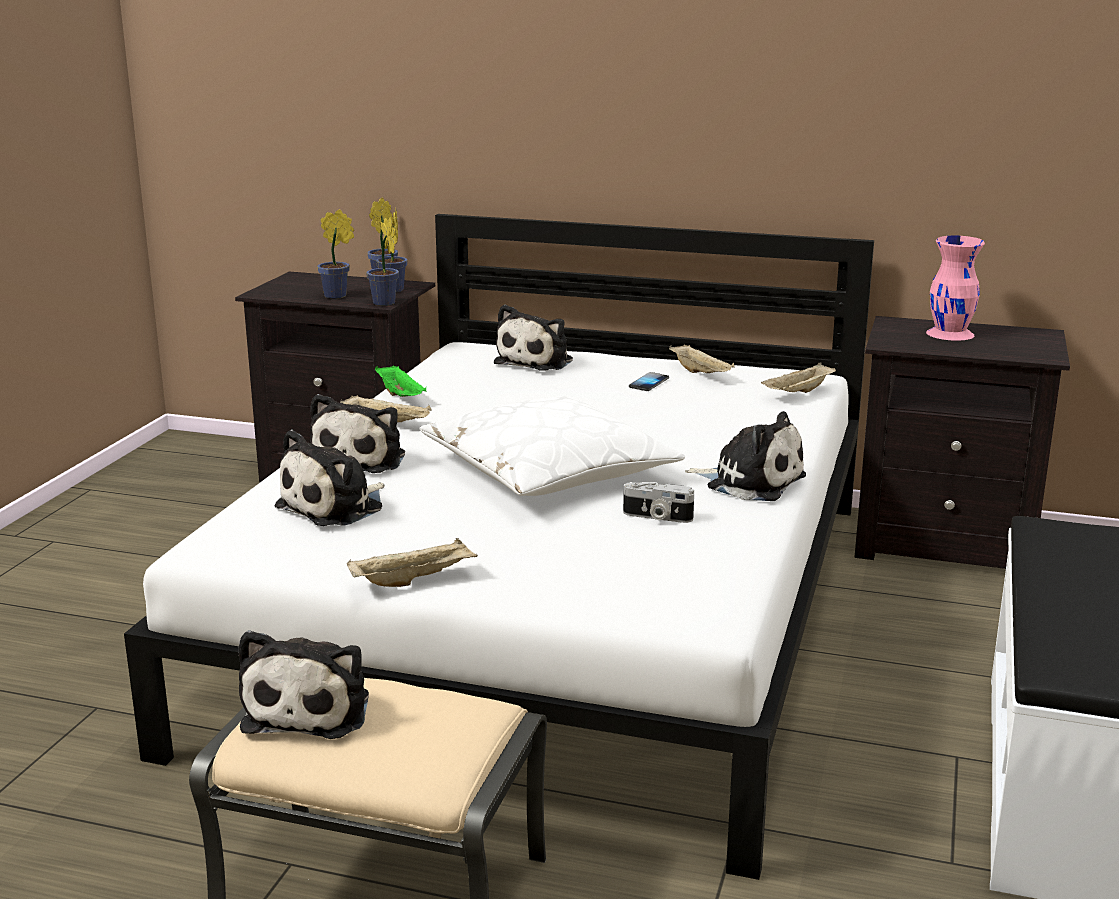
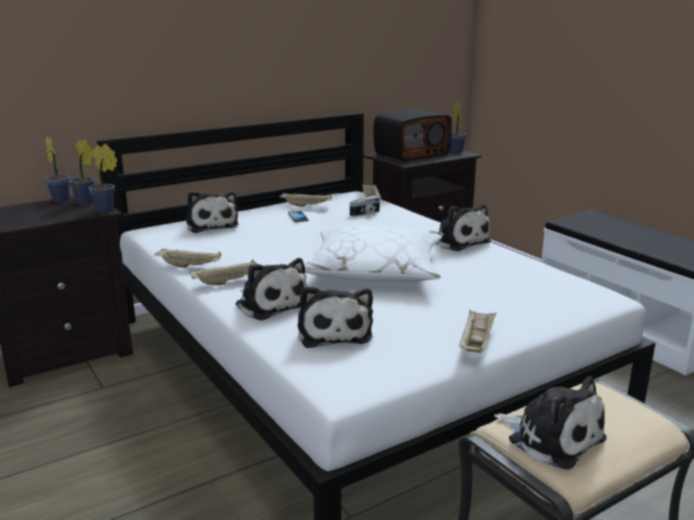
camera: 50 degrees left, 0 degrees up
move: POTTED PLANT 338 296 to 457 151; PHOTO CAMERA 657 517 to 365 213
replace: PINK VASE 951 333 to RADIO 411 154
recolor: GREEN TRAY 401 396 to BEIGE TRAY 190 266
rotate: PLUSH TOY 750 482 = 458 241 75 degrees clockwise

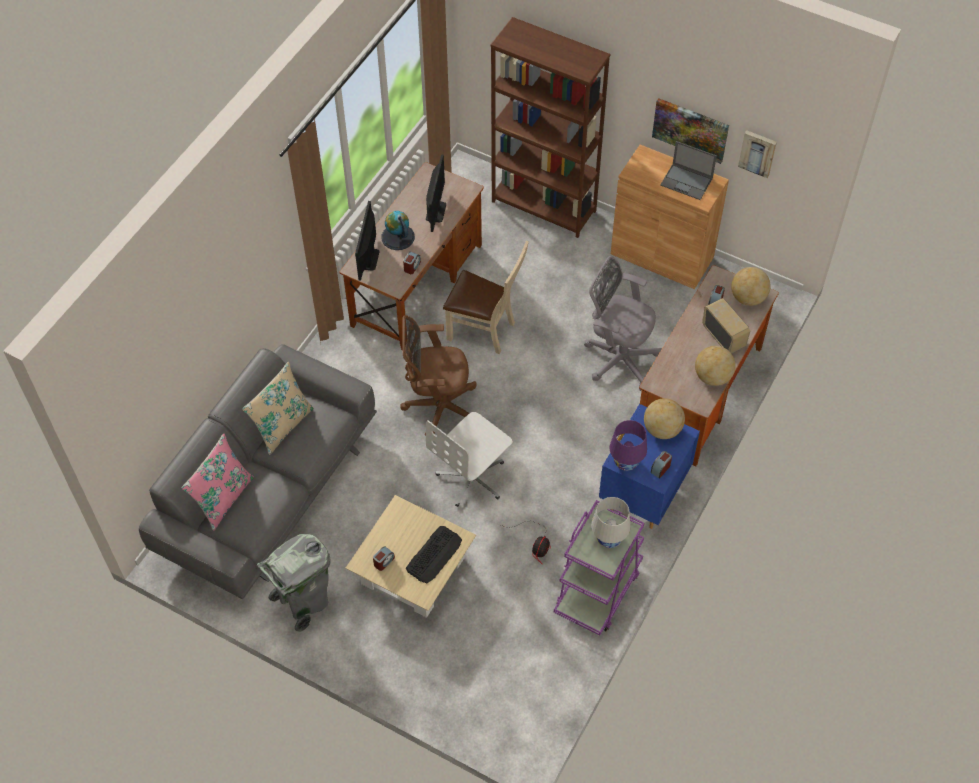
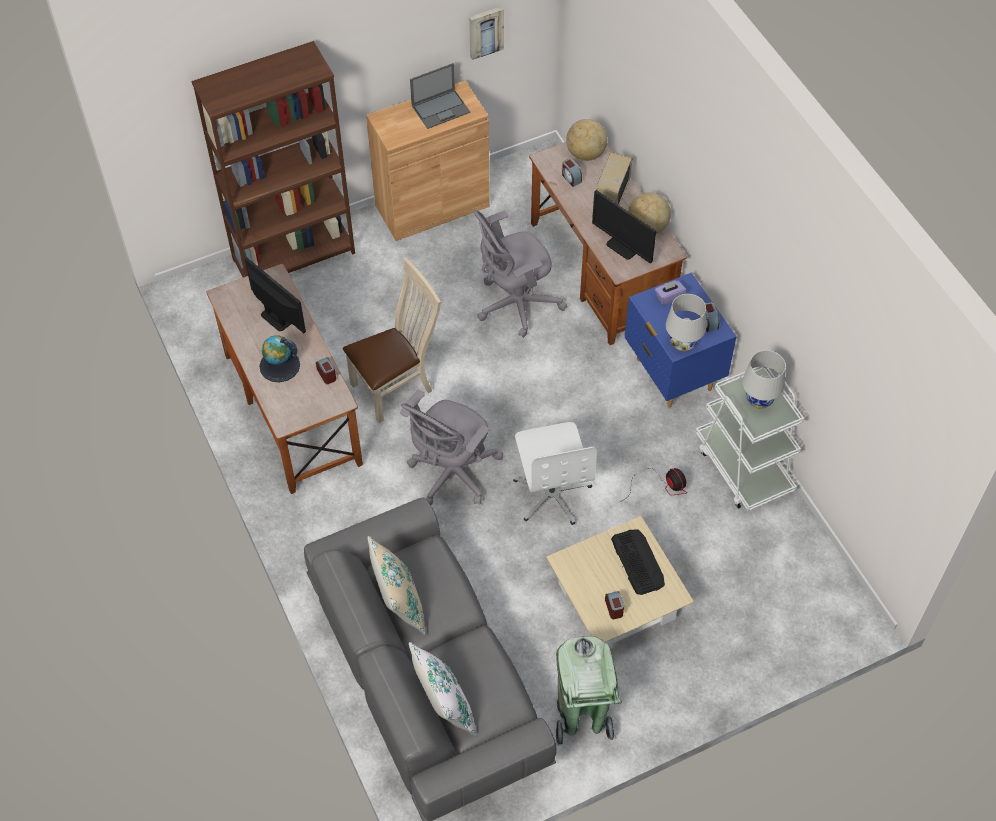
camera: 55 degrees left, 0 degrees up
delete: PICTURE 690 129
move: MONITOR 369 259 to 623 246
replace: GLOBE 662 429 to PURPLE TISSUE BOX 669 297
recolor: BROWN OFFICE CHAIR 438 407 to GREY OFFICE CHAIR 451 475; PURPLE TABLE LAMP 626 462 to WHITE TABLE LAMP 682 343; PINK PILLOW 223 498 to WHITE PILLOW 444 705; PURPLE CART 597 590 to WHITE CART 743 467; GREY TRASH CAN 304 602 to GREEN TRASH CAN 581 716
rotate: RADIO 724 336 = 611 194 75 degrees counterclockwise

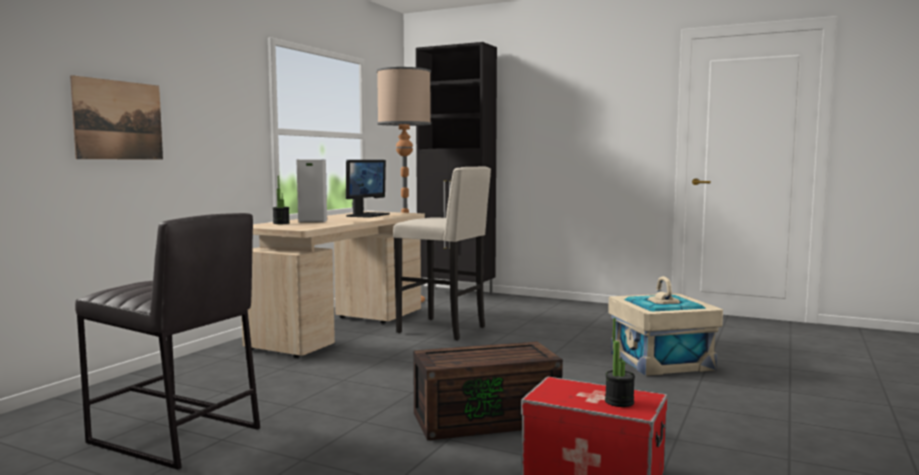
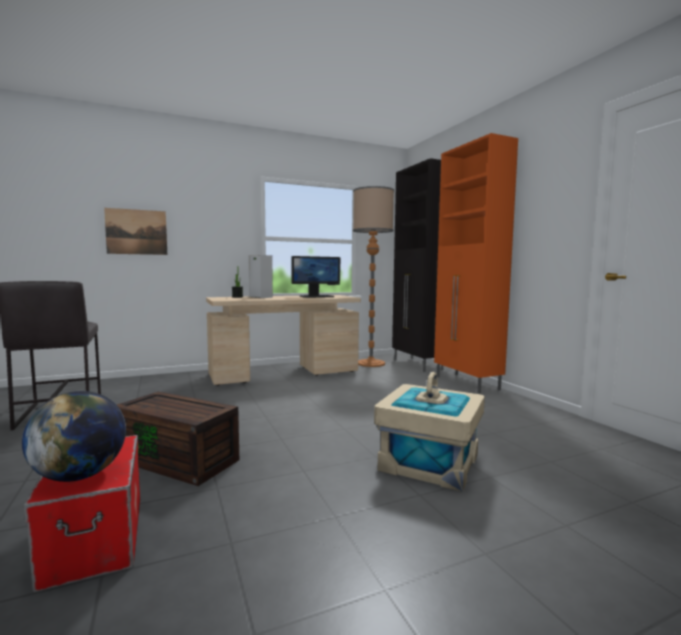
camera: 40 degrees right, 0 degrees up
delete: BEIGE STOOL 444 330
insert: ORANGE CABINET 467 383
replace: POTTED PLANT 619 402 to GLOBE 80 475

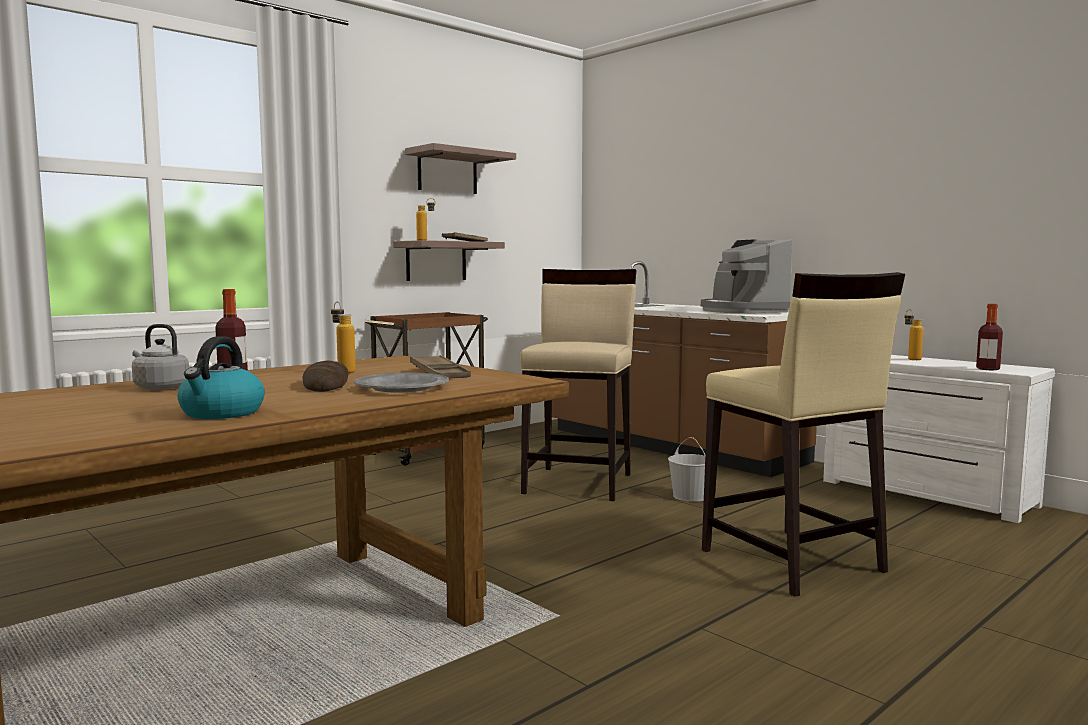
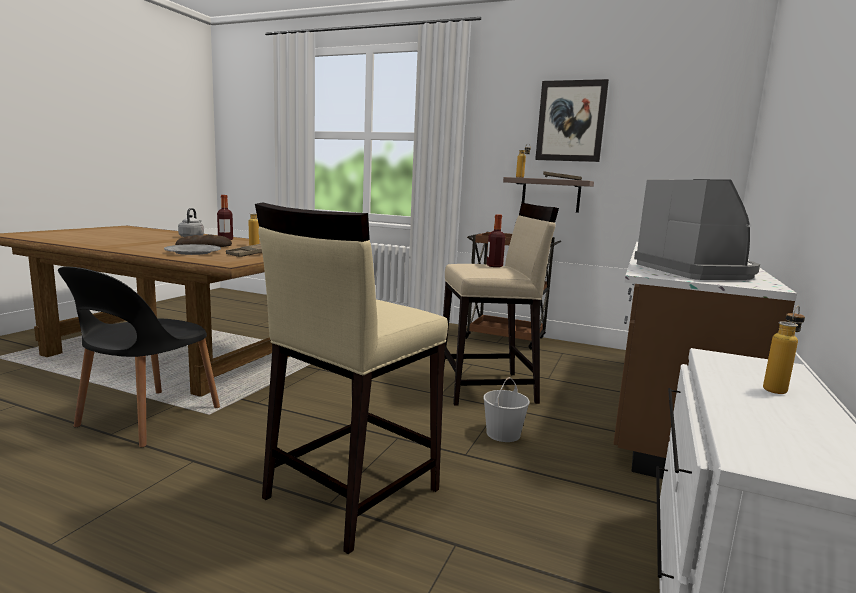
camera: 65 degrees right, 5 degrees up
delete: KETTLE 222 413
insert: BLACK CHAIR 147 418
move: BOTTLE 987 369 to 494 266
replace: SHELF 447 172 to PICTURE 571 121
rotate: COFFEE MACHINE 741 311 = 696 271 120 degrees clockwise

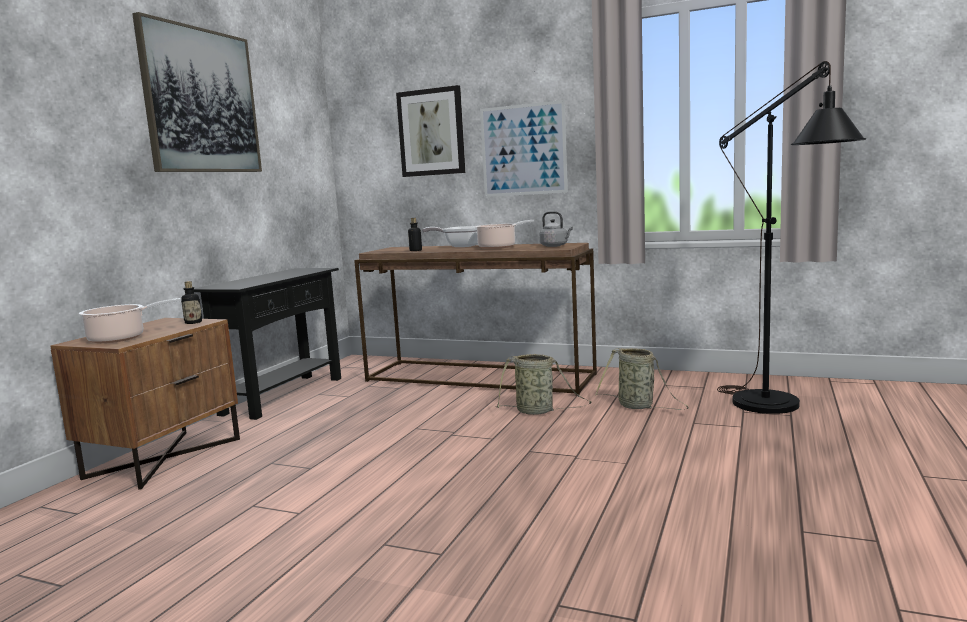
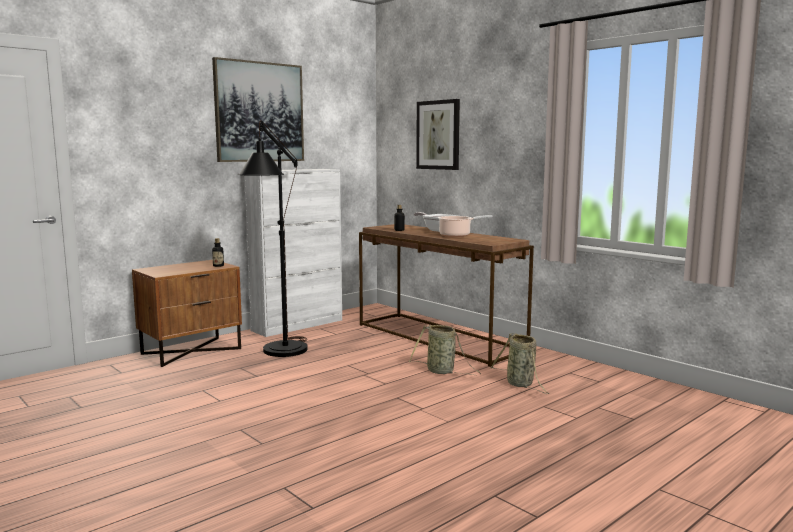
camera: 25 degrees right, 0 degrees up
delete: PICTURE 523 150; GREY KETTLE 555 246; COOKING POT 121 338
move: BLACK FLOOR LAMP 778 409 to 281 354
replace: BLACK CONSOLE TABLE 283 395 to WHITE CABINET 298 325

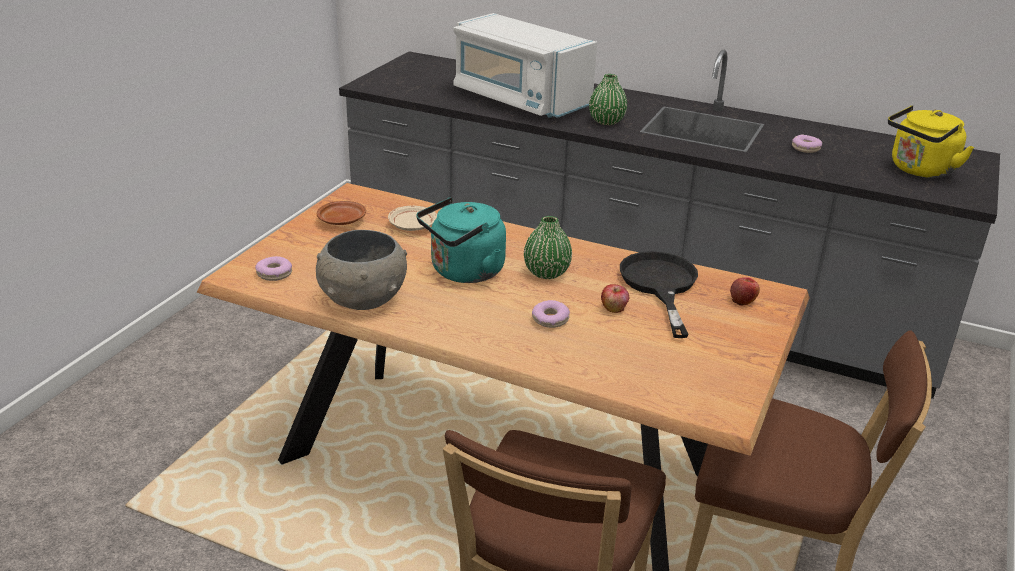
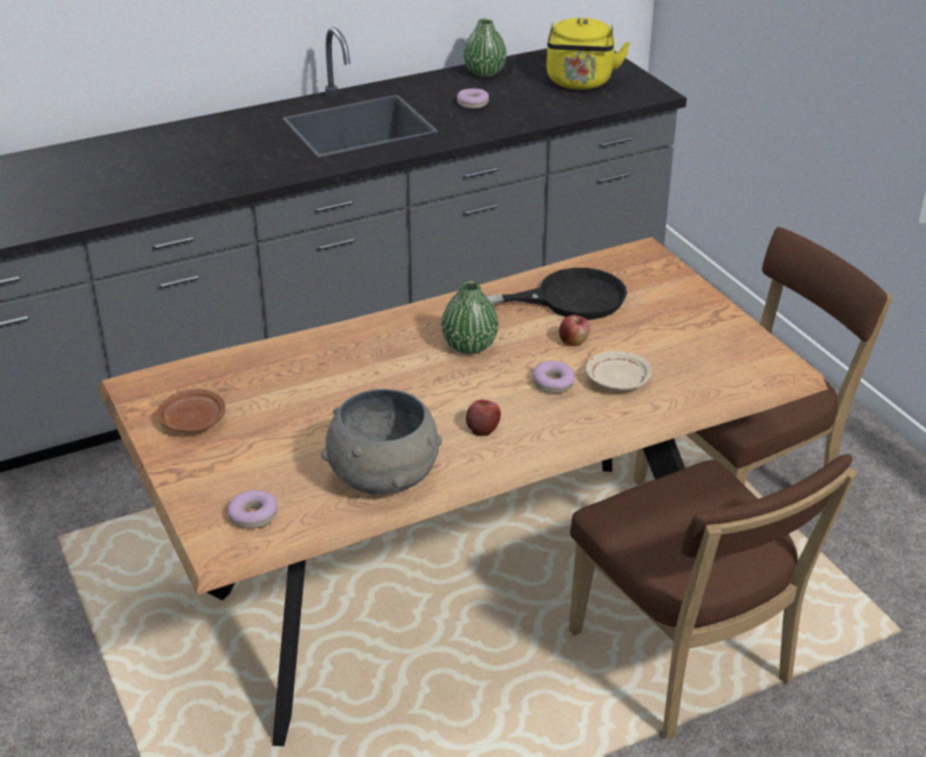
camera: 50 degrees left, 5 degrees up
delete: WHITE MICROWAVE 519 99; TURQUOISE KETTLE 463 272
move: GREEN VASE 606 121 to 484 72; BEIGE PLATE 412 226 to 617 381; APPLE 743 300 to 483 428
rotate: BLACK FRYING PAN 660 285 = 564 299 135 degrees clockwise

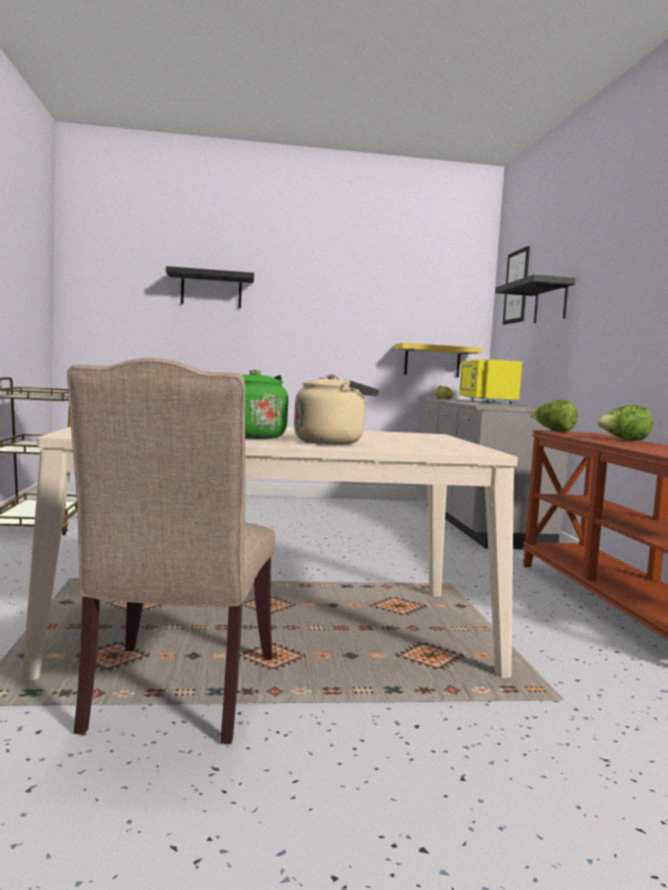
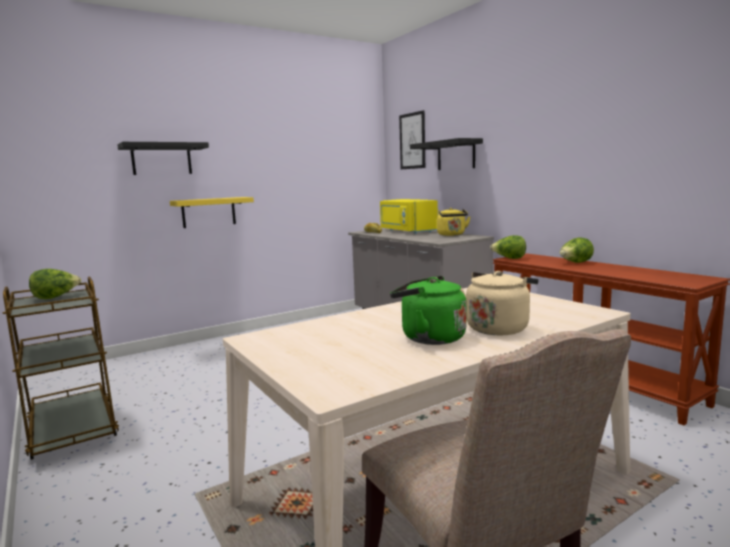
camera: 25 degrees left, 5 degrees up
insert: YELLOW KETTLE 452 235; LETTUCE 55 297
move: YELLOW SHELF 432 361 to 208 212

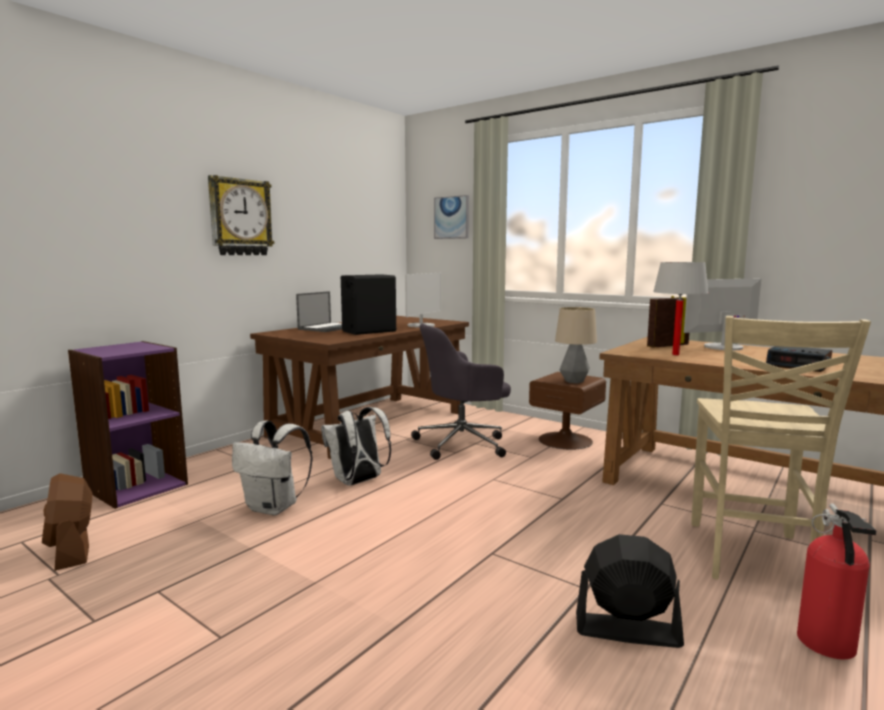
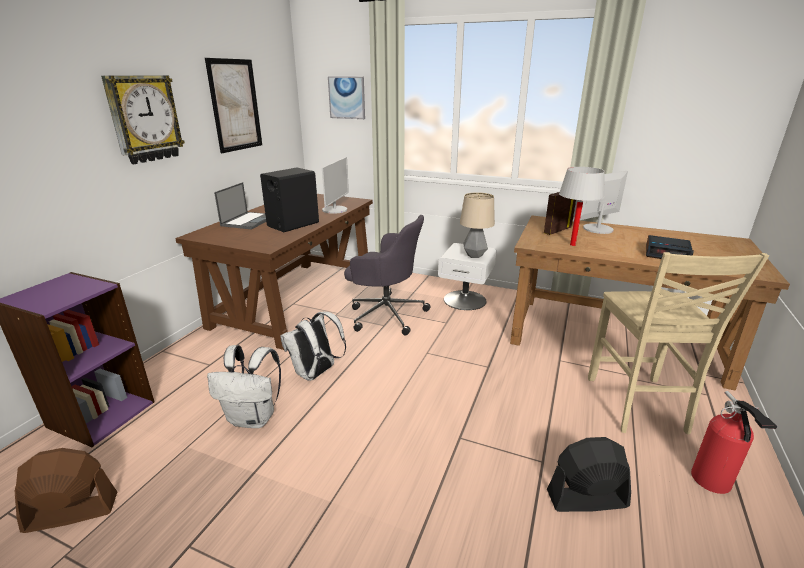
camera: 15 degrees left, 15 degrees up
insert: PICTURE 235 105
recolor: BROWN NIGHTSTAND 565 440 to WHITE NIGHTSTAND 465 299
rotate: GREY OFFICE CHAIR 463 443 = 386 314 120 degrees counterclockwise; BROWN FAN 71 550 = 71 512 120 degrees clockwise

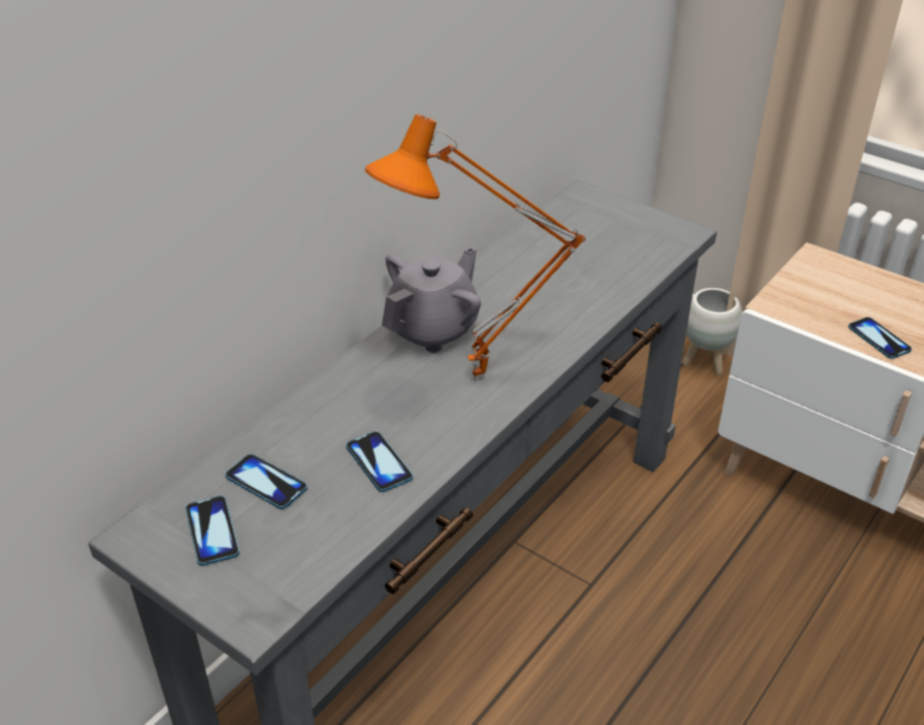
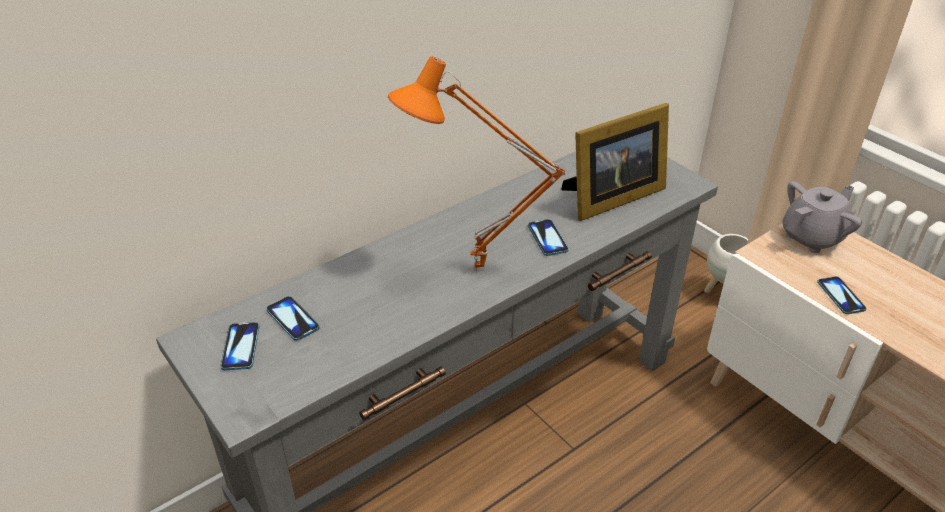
camera: 15 degrees right, 0 degrees up
insert: PICTURE FRAME 610 198
move: GREY TEAPOT 433 330 to 812 237; PHONE 379 463 to 547 238

